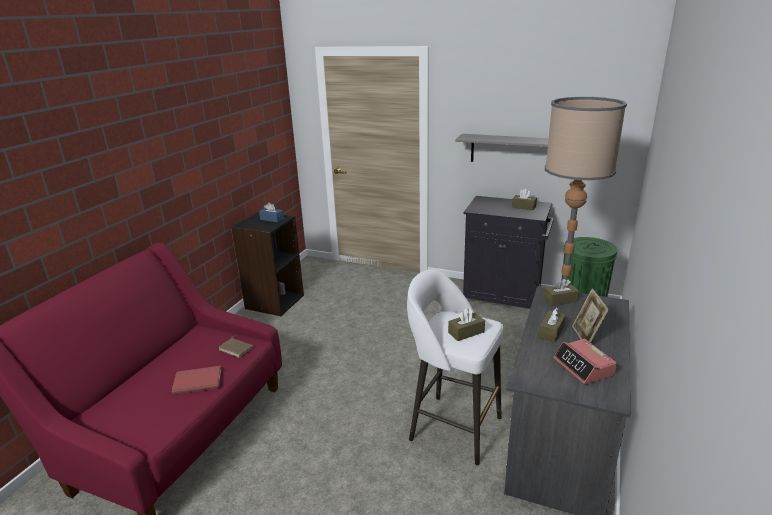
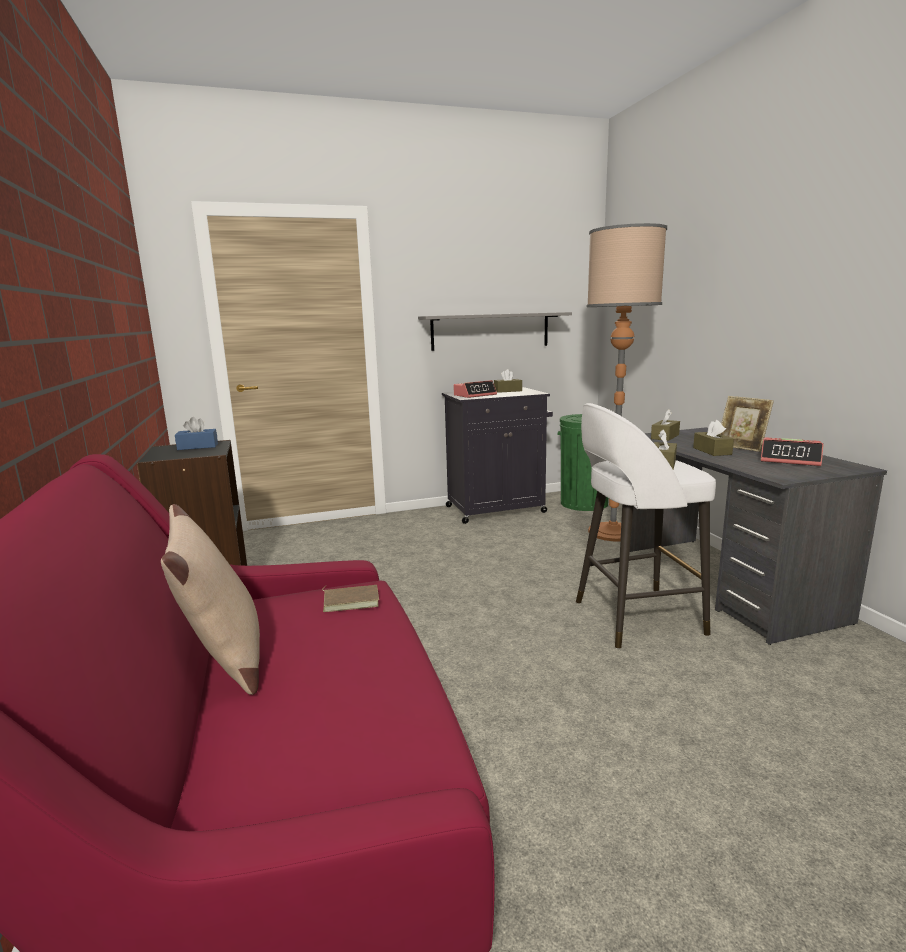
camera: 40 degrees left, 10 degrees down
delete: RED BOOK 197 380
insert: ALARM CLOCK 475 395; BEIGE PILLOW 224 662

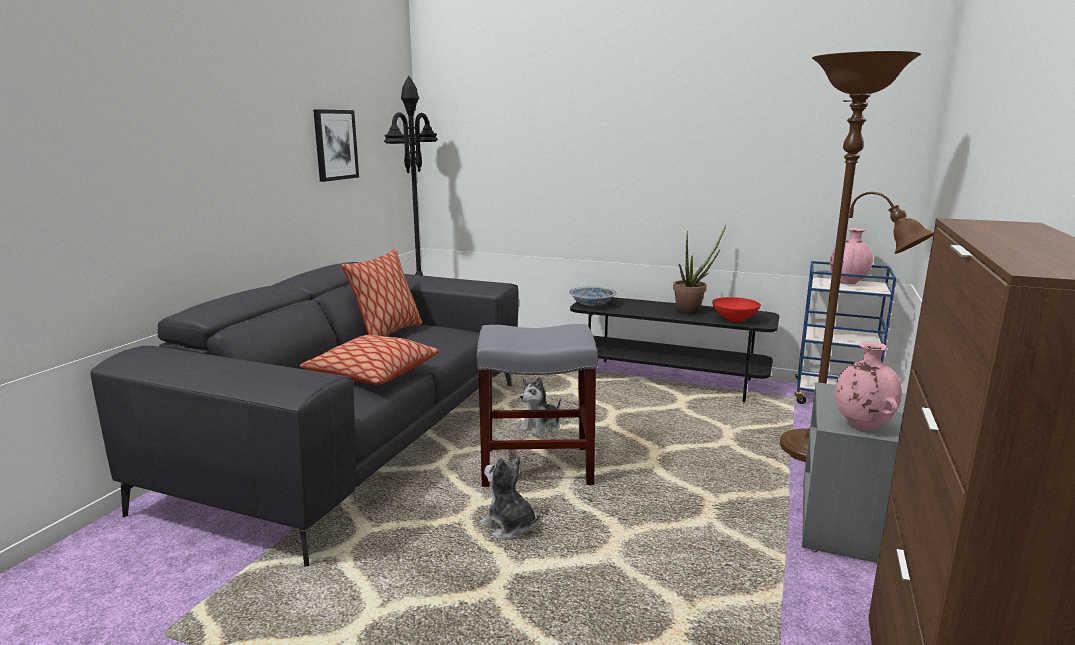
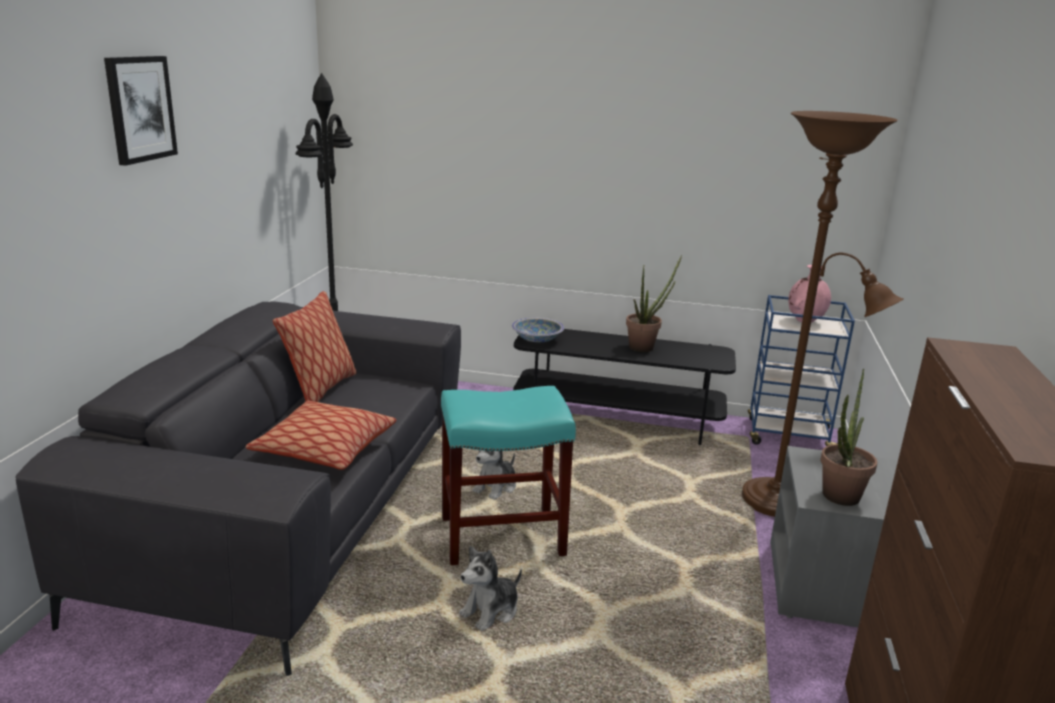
camera: 10 degrees left, 5 degrees up
delete: RED BOWL 735 320
move: PICTURE 335 145 to 140 109
replace: PINK VASE 862 425 to POTTED PLANT 838 499
recolor: GREY STOOL 537 466 to TURQUOISE STOOL 503 536
rotate: PLUSH TOY 509 527 = 491 611 75 degrees counterclockwise

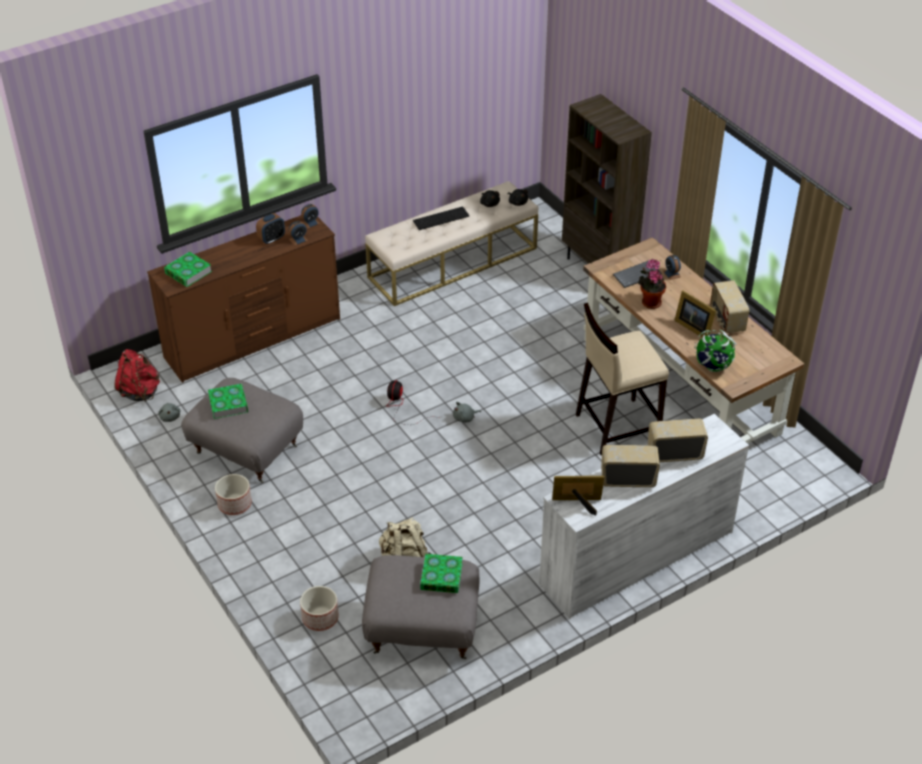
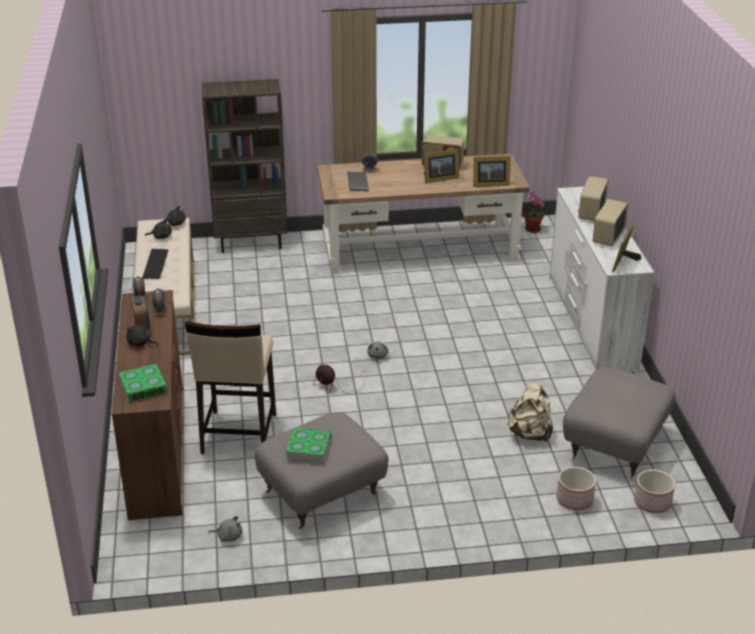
camera: 65 degrees left, 10 degrees down
delete: RED BACKPACK 140 391; BOOK 441 576
insert: BLACK PLUSH TOY 140 343
move: POTTED PLANT 650 302 to 531 229; BEIGE STOOL 616 426 to 238 434; PLANTER 235 504 to 653 503
replace: GLOBE 712 366 to PICTURE FRAME 489 184

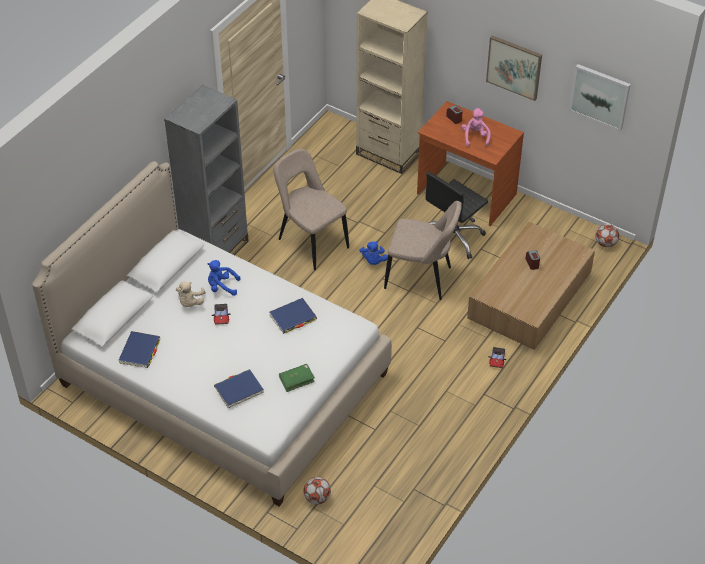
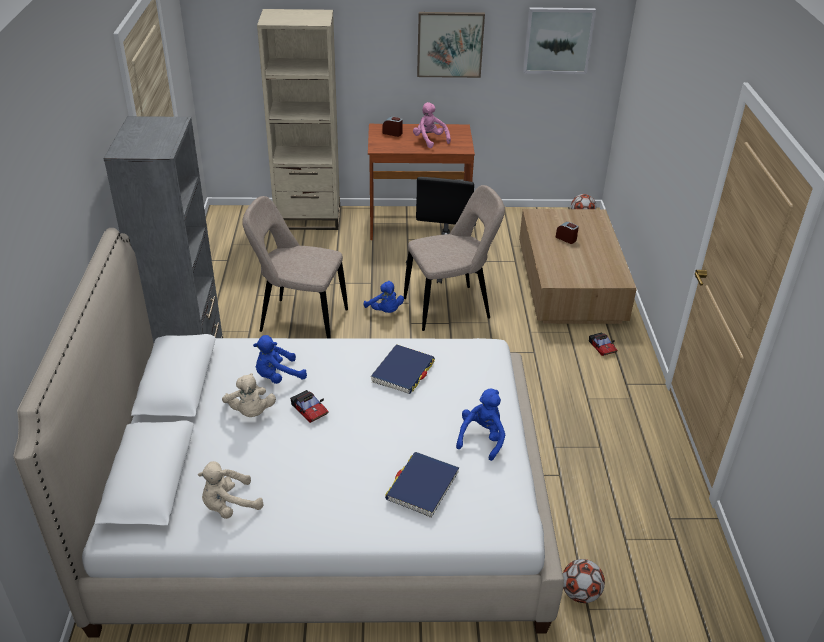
camera: 35 degrees left, 10 degrees down
replace: BLUE BOOK 140 351 to BEIGE PLUSH TOY 229 506; GREEN BOOK 296 380 to BLUE PLUSH TOY 482 438

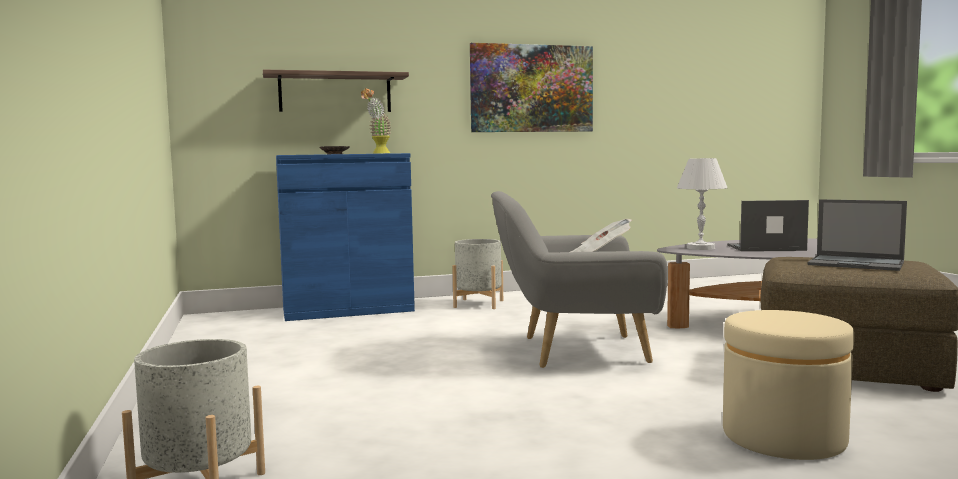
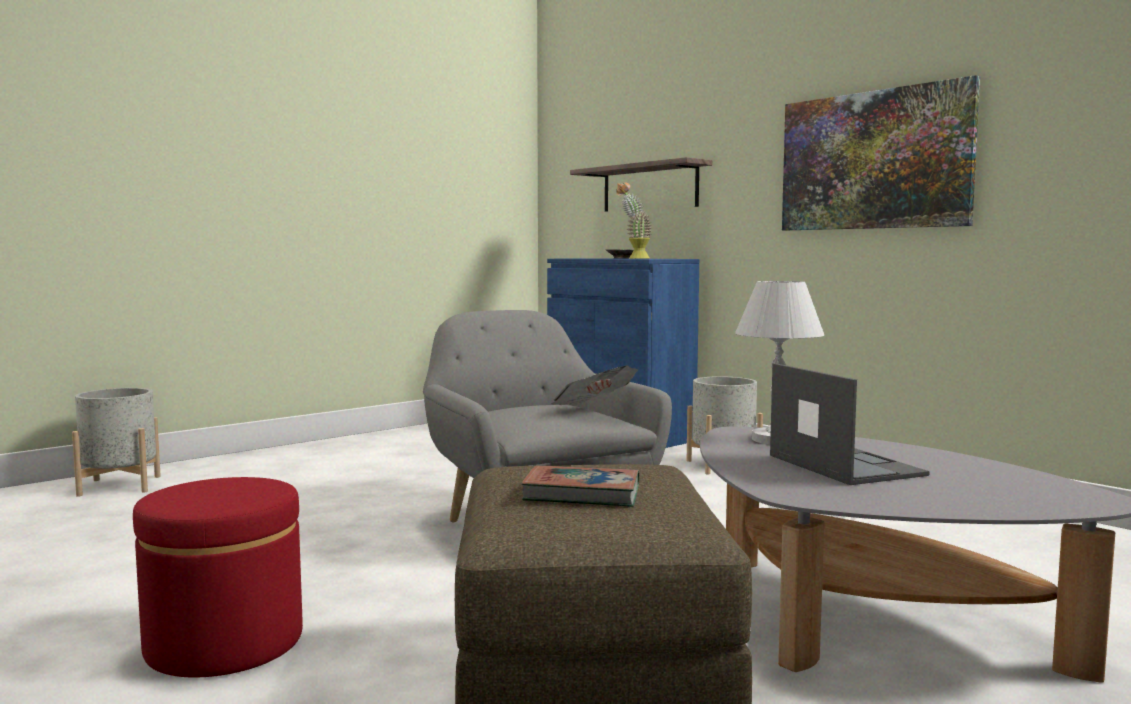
camera: 65 degrees right, 0 degrees up
replace: LAPTOP 857 263 to BOOK 582 494
recolor: BEIGE OTTOMAN 783 437 to RED OTTOMAN 225 643

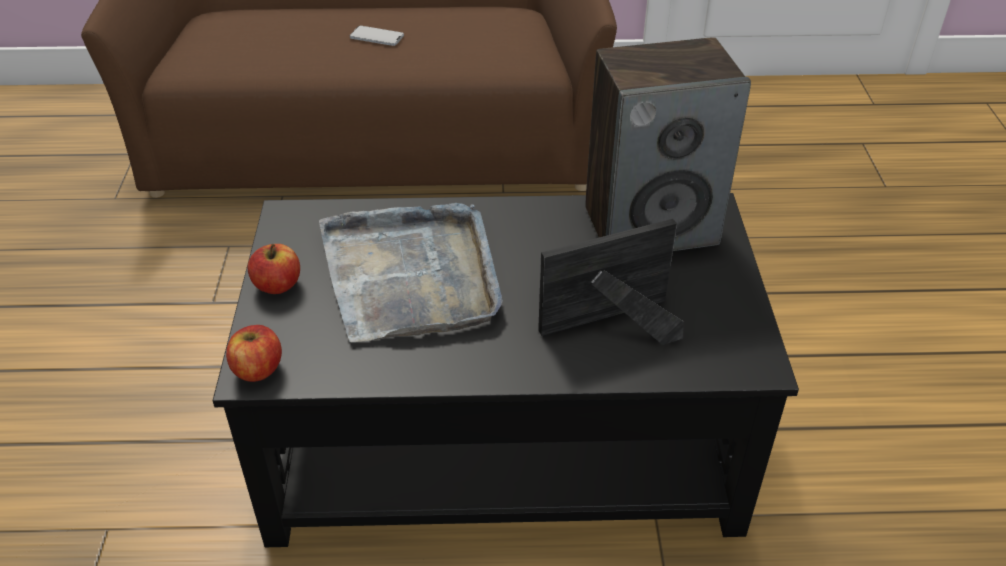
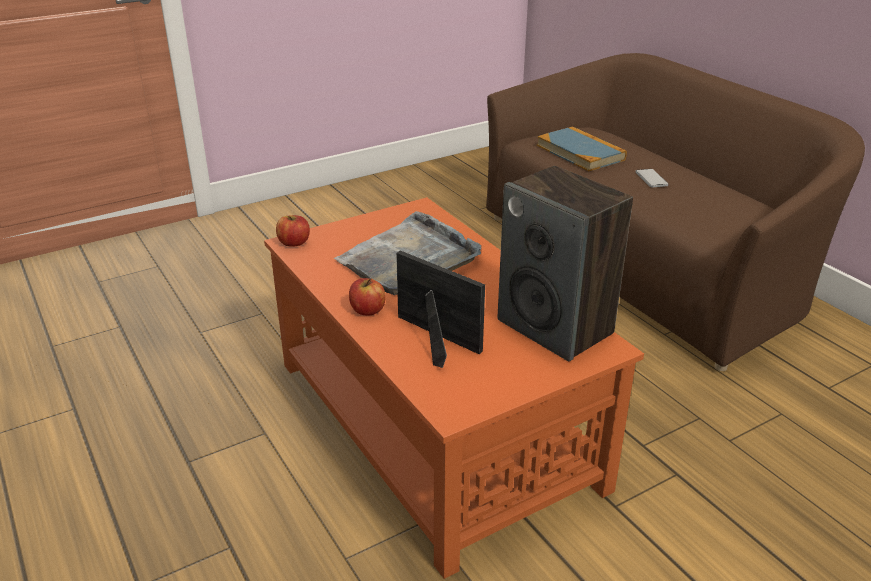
camera: 60 degrees right, 10 degrees down
insert: BOOK 580 152
move: APPLE 277 285 to 367 310
recolor: BLACK COFFEE TABLE 500 437 to ORANGE COFFEE TABLE 433 421

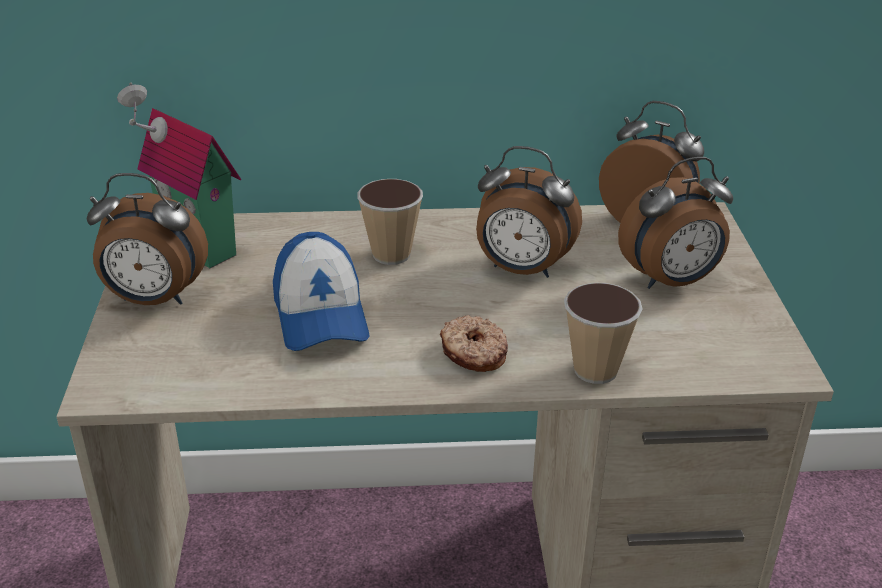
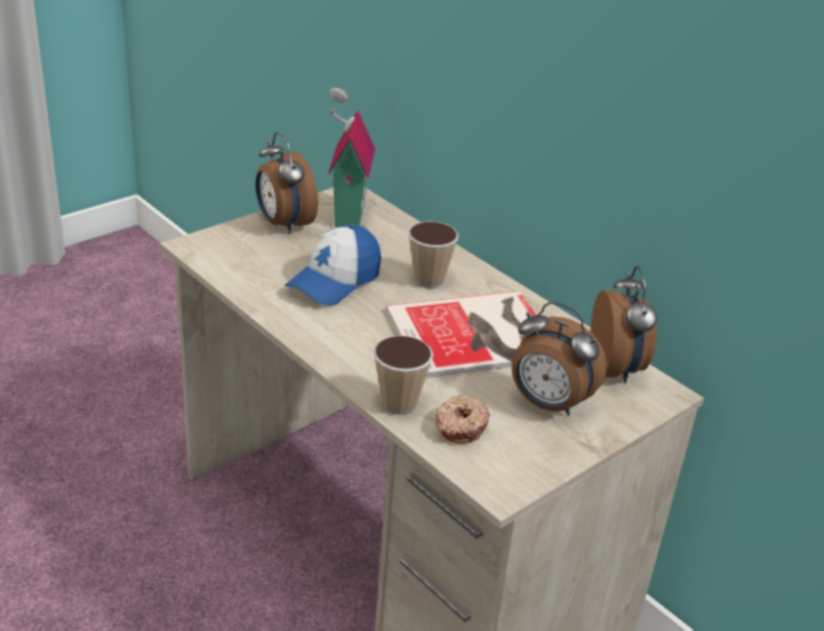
camera: 50 degrees right, 0 degrees up
move: DONUT 473 353 to 460 426
replace: ALARM CLOCK 522 270 to BOOK 477 336

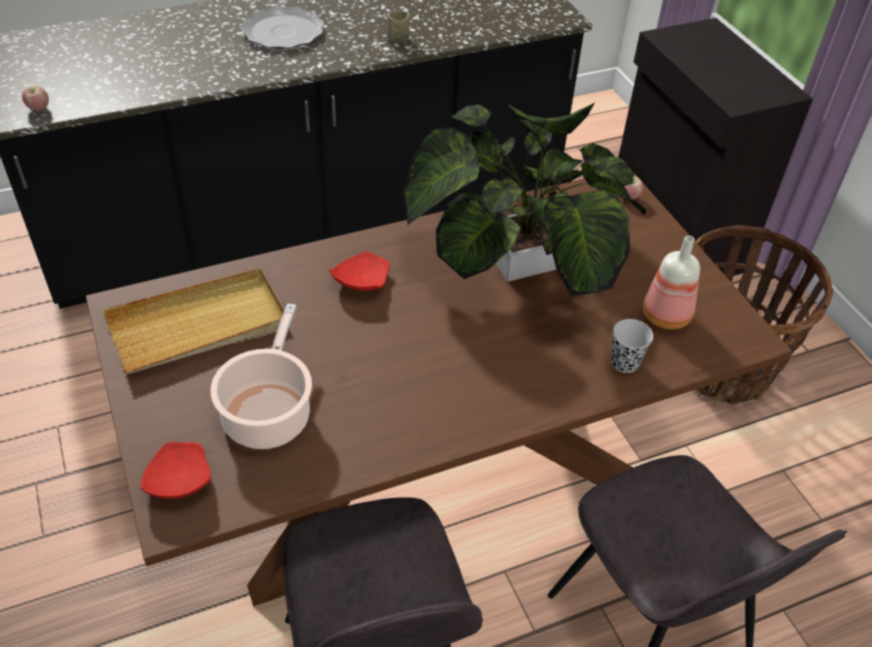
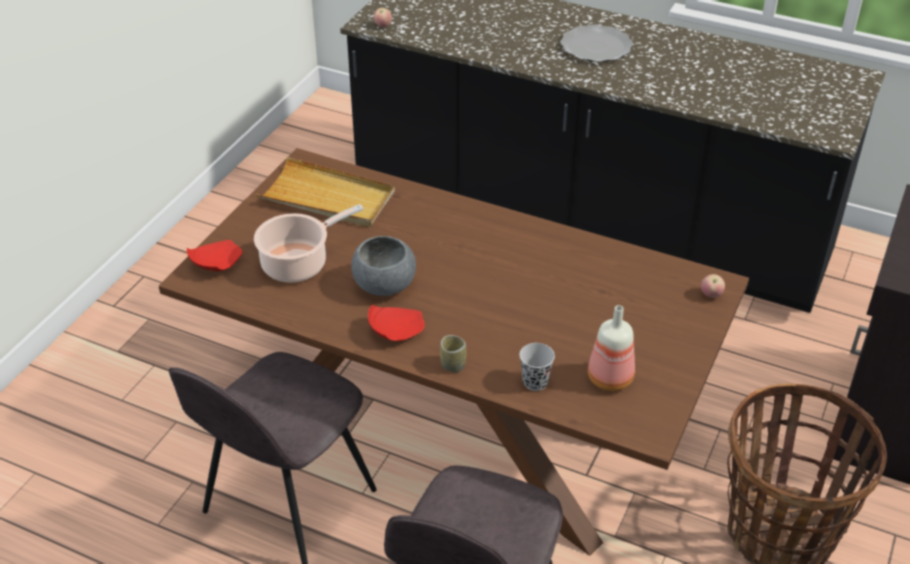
camera: 50 degrees right, 5 degrees down
delete: POTTED PLANT 521 257
insert: GREY BOWL 384 285
move: CUP 398 39 to 453 365; RED PLATE 360 282 to 395 330

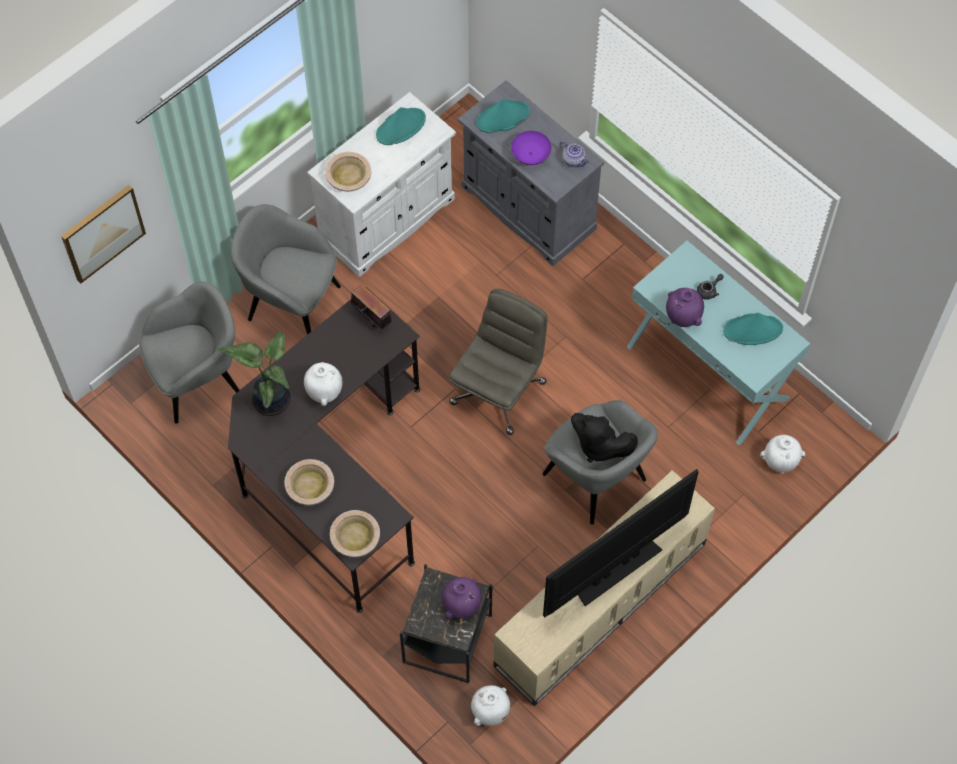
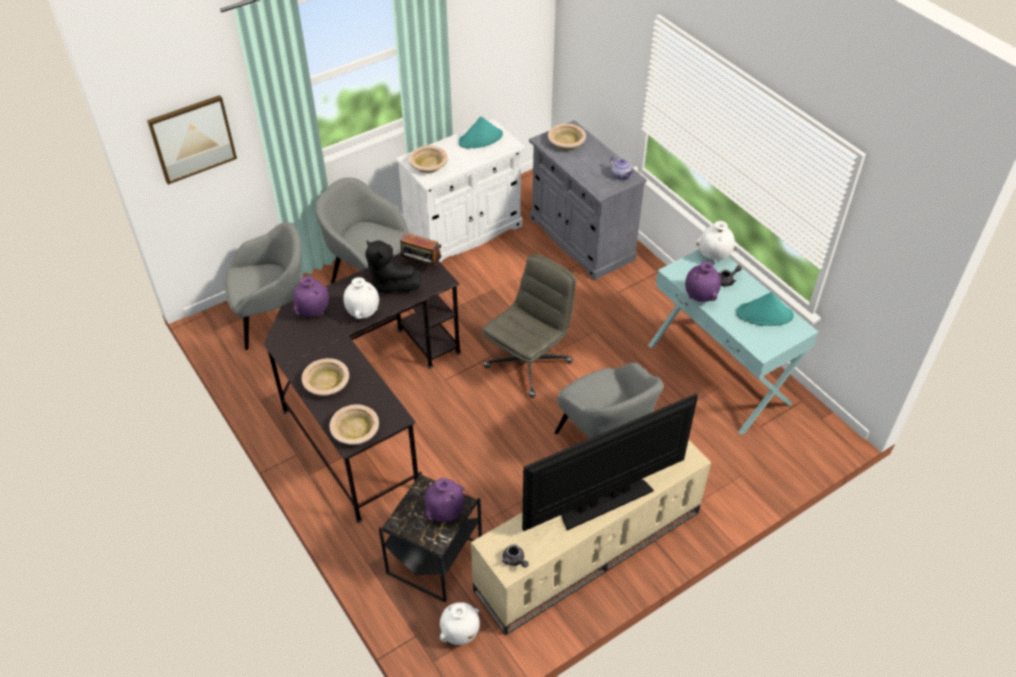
camera: 10 degrees right, 15 degrees down
delete: PURPLE BOWL 530 156
insert: GREY TEAPOT 515 560
move: BLACK PLUSH TOY 599 445 to 390 284; WHITE VASE 780 462 to 714 256
replace: TURQUOISE HAT 502 117 to BEIGE BOWL 566 142; POTTED PLANT 270 398 to PURPLE VASE 313 311
rotate: RADIO 372 318 = 421 265 150 degrees clockwise

